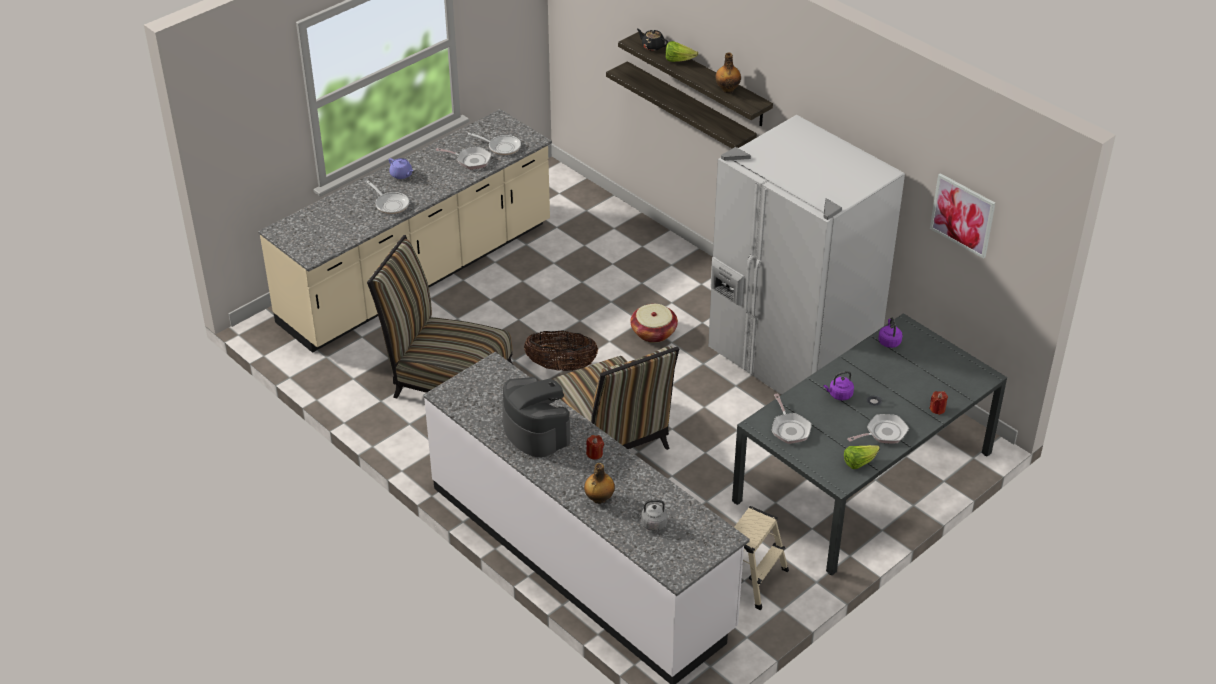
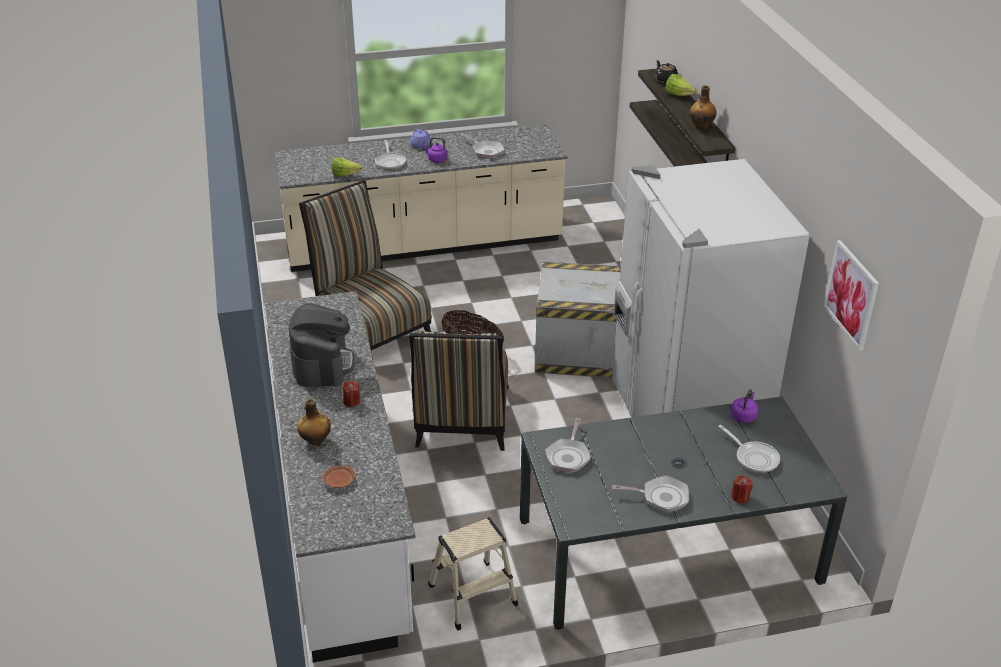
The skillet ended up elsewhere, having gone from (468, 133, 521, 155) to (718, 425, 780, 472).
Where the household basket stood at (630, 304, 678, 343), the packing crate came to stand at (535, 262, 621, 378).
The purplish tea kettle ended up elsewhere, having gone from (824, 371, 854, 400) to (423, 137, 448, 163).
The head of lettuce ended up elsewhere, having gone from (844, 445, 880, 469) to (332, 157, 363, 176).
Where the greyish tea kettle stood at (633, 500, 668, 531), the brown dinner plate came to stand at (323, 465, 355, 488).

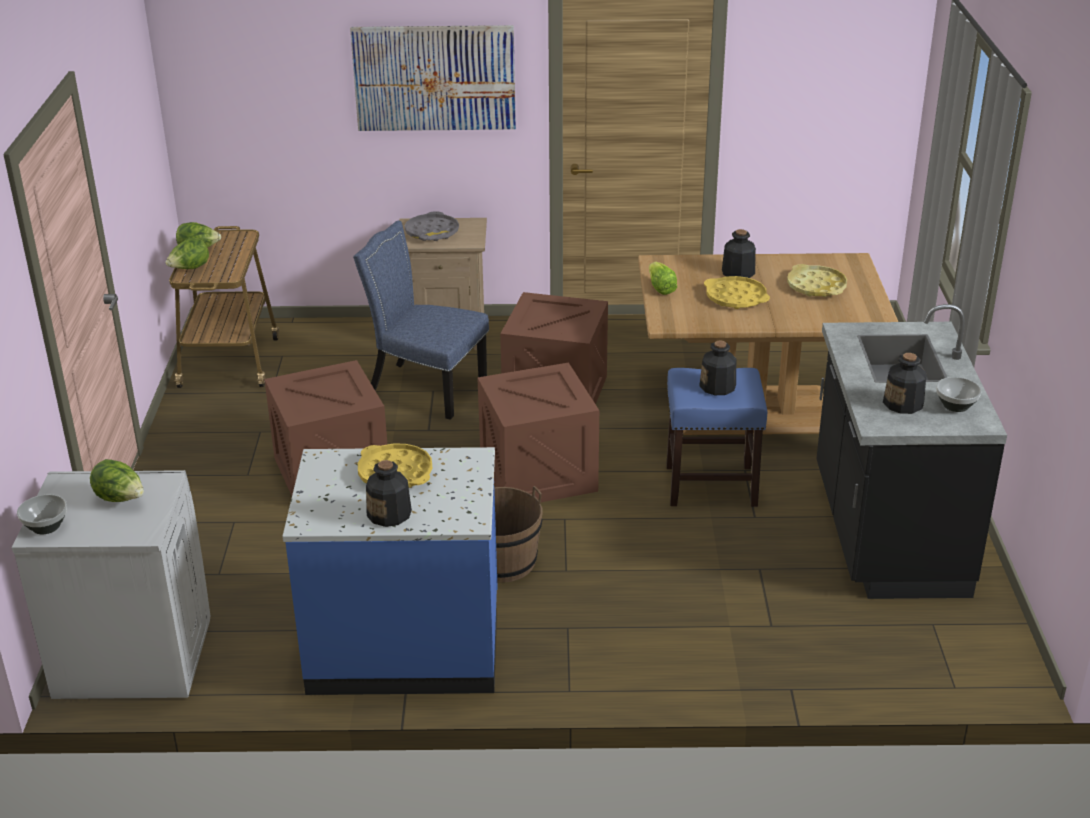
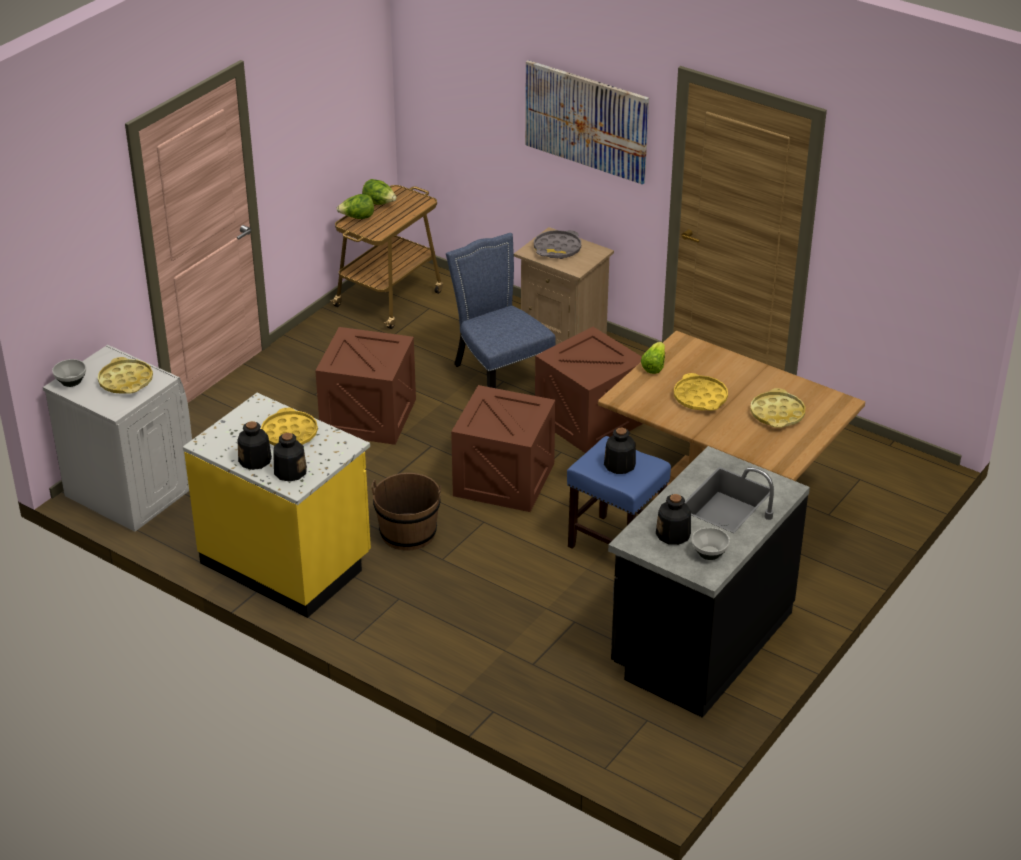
The beverage bottle ended up elsewhere, having gone from (722, 229, 756, 278) to (273, 433, 307, 482).
What was the blue kitchen counter at (282, 447, 498, 695) turned into the yellowish kitchen counter at (183, 393, 371, 618).
Where the head of lettuce stood at (90, 459, 144, 502), the yellowish serving tray came to stand at (98, 357, 153, 394).

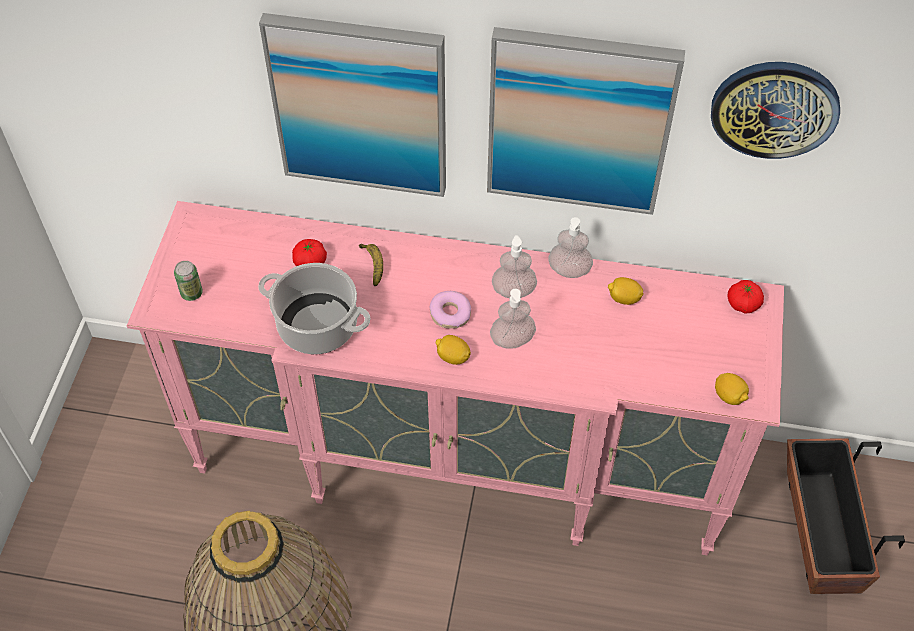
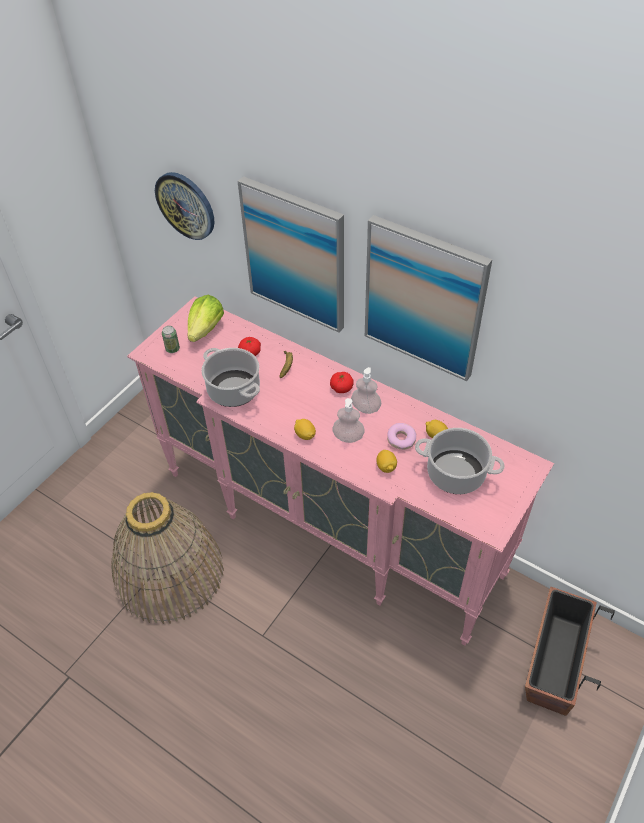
The wall clock ended up elsewhere, having gone from (711, 62, 840, 159) to (155, 172, 214, 240).
The second view lost the soap bottle at (548, 217, 593, 278).
The whole tomato ended up elsewhere, having gone from (727, 280, 764, 314) to (330, 372, 354, 393).
The doughnut ended up elsewhere, having gone from (430, 291, 471, 329) to (387, 423, 416, 450).
The whole lemon ended up elsewhere, having gone from (715, 373, 749, 405) to (376, 450, 397, 473).
The second view gained the head of lettuce at (188, 295, 224, 342).
The second view gained the cooking pot at (415, 428, 505, 494).

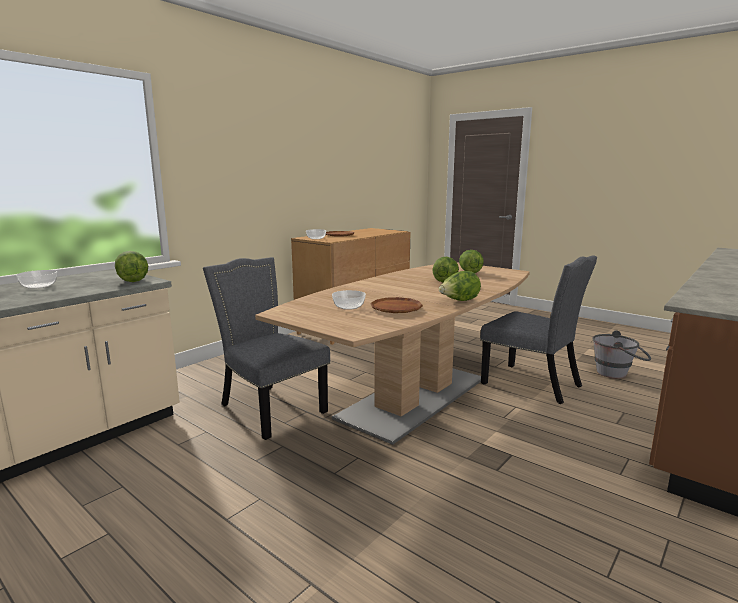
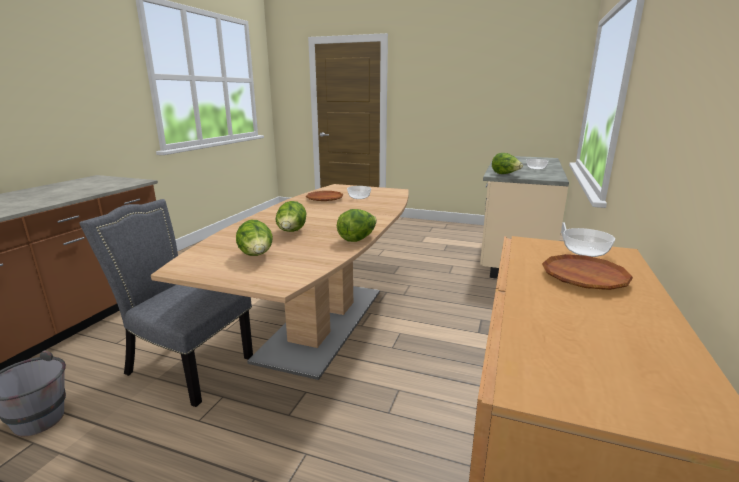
The second view lost the greyish upright chair at (203, 257, 331, 440).
The head of lettuce ended up elsewhere, having gone from (439, 271, 481, 301) to (337, 209, 377, 242).

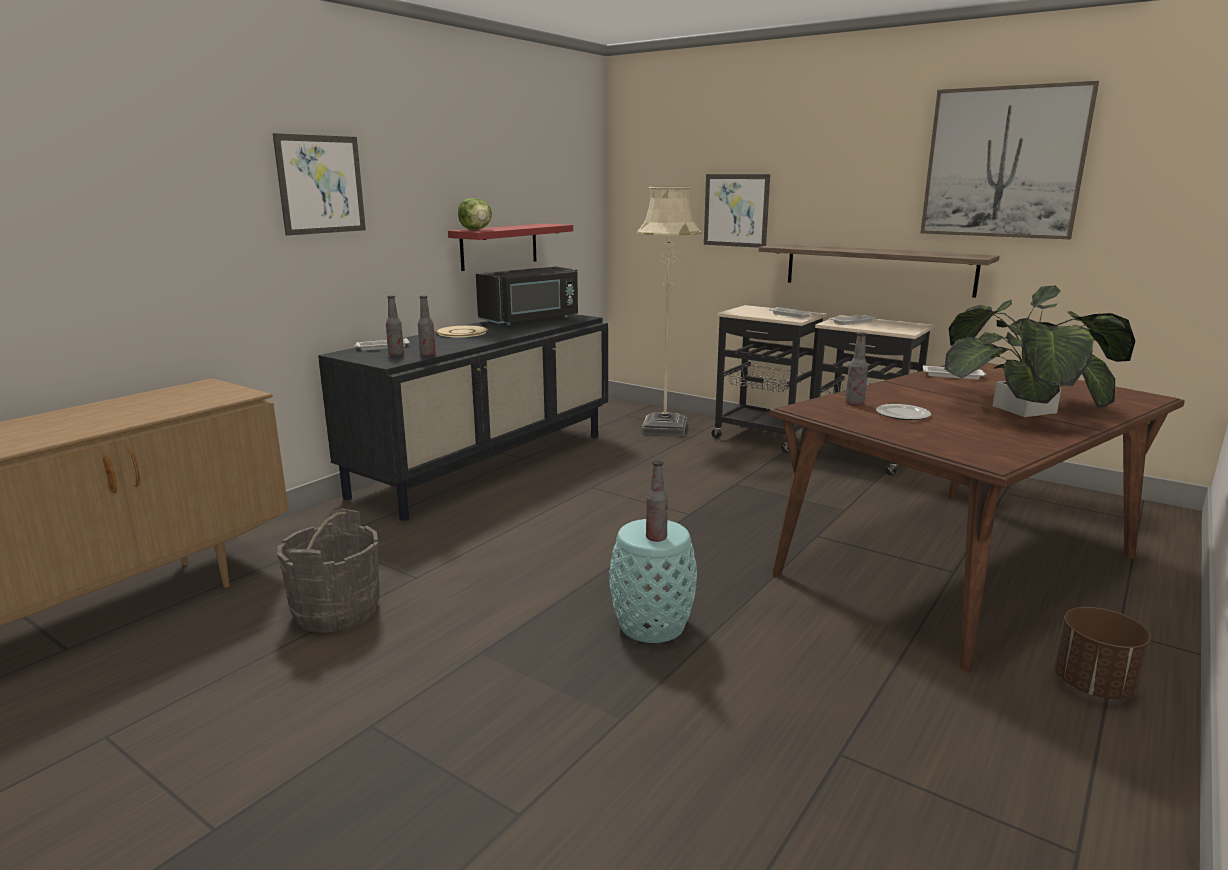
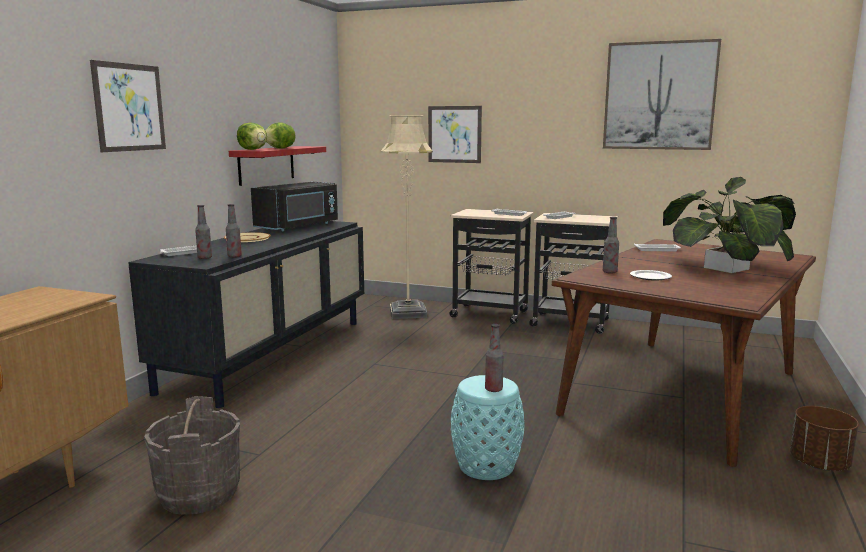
The second view lost the wall shelf at (759, 244, 1000, 298).
The second view gained the head of lettuce at (265, 122, 295, 149).

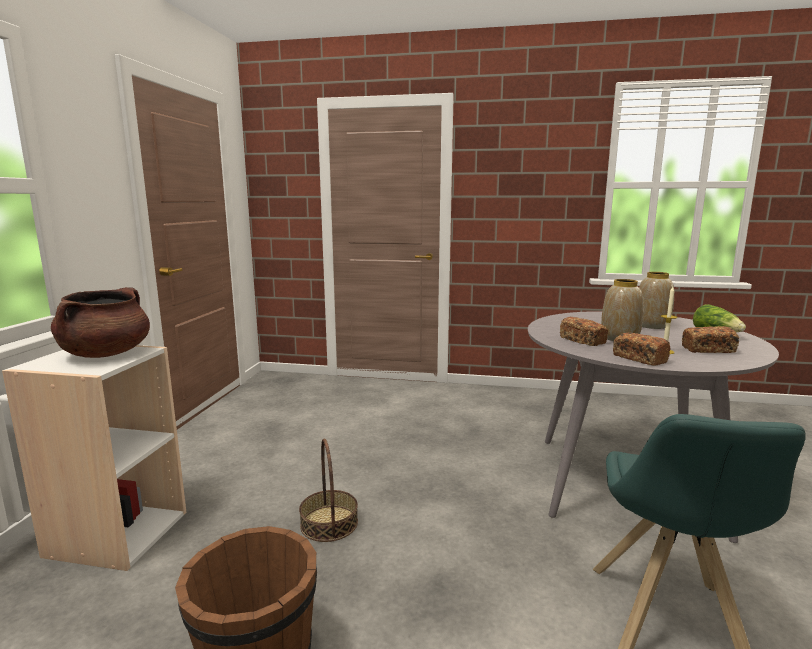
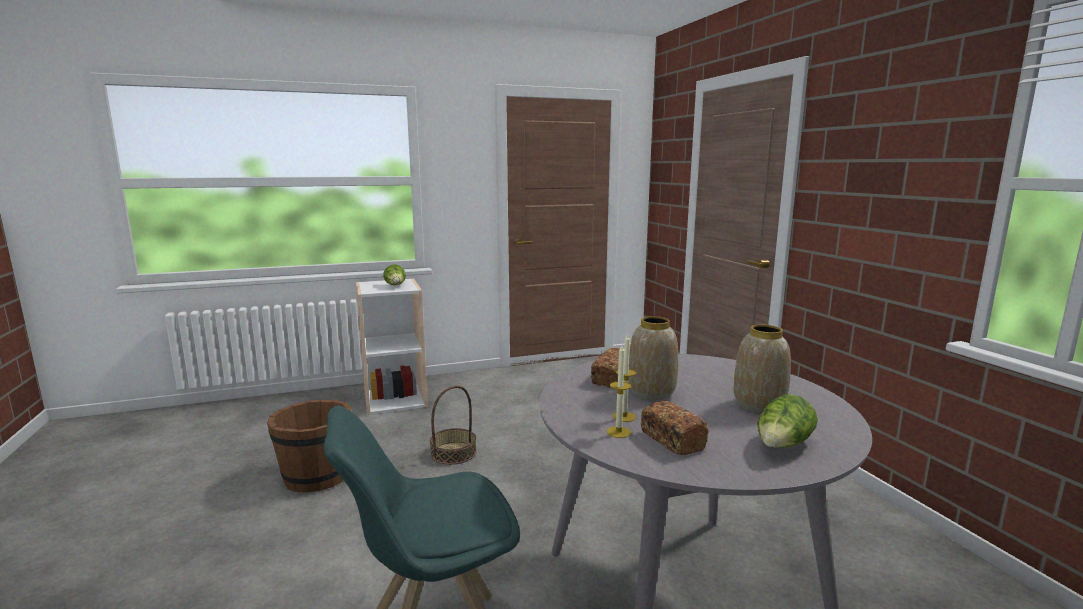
Where the brown cooking pot stood at (51, 287, 150, 358), the head of lettuce came to stand at (383, 264, 406, 285).
The second view lost the baked bread at (613, 333, 670, 365).
The second view gained the wax light at (607, 345, 631, 438).

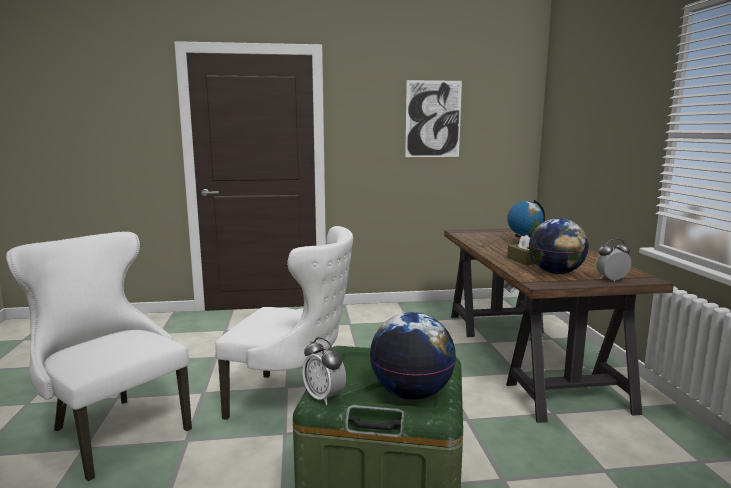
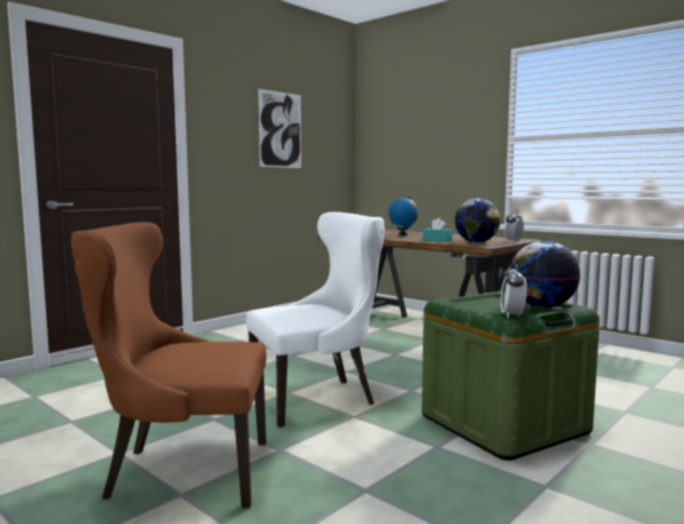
What was the whitish upright chair at (6, 231, 192, 481) turned into the brown upright chair at (71, 222, 266, 508).
What was the brown box of tissues at (507, 235, 535, 265) turned into the turquoise-coloured box of tissues at (423, 218, 452, 242).
The alarm clock at (302, 337, 346, 405) ended up facing another way, 90 degrees clockwise from before.

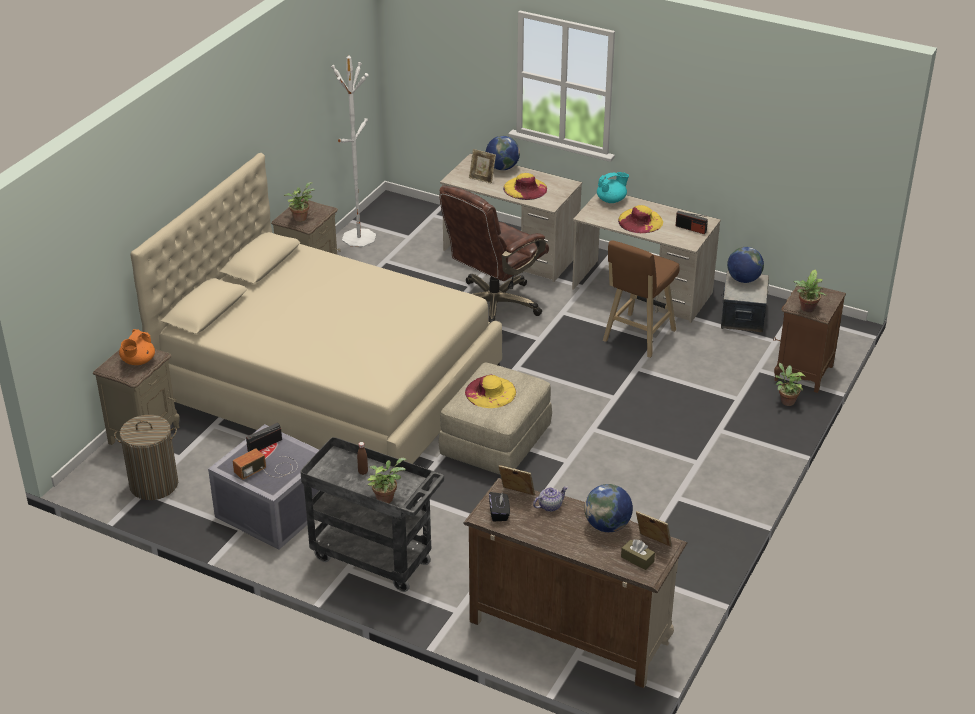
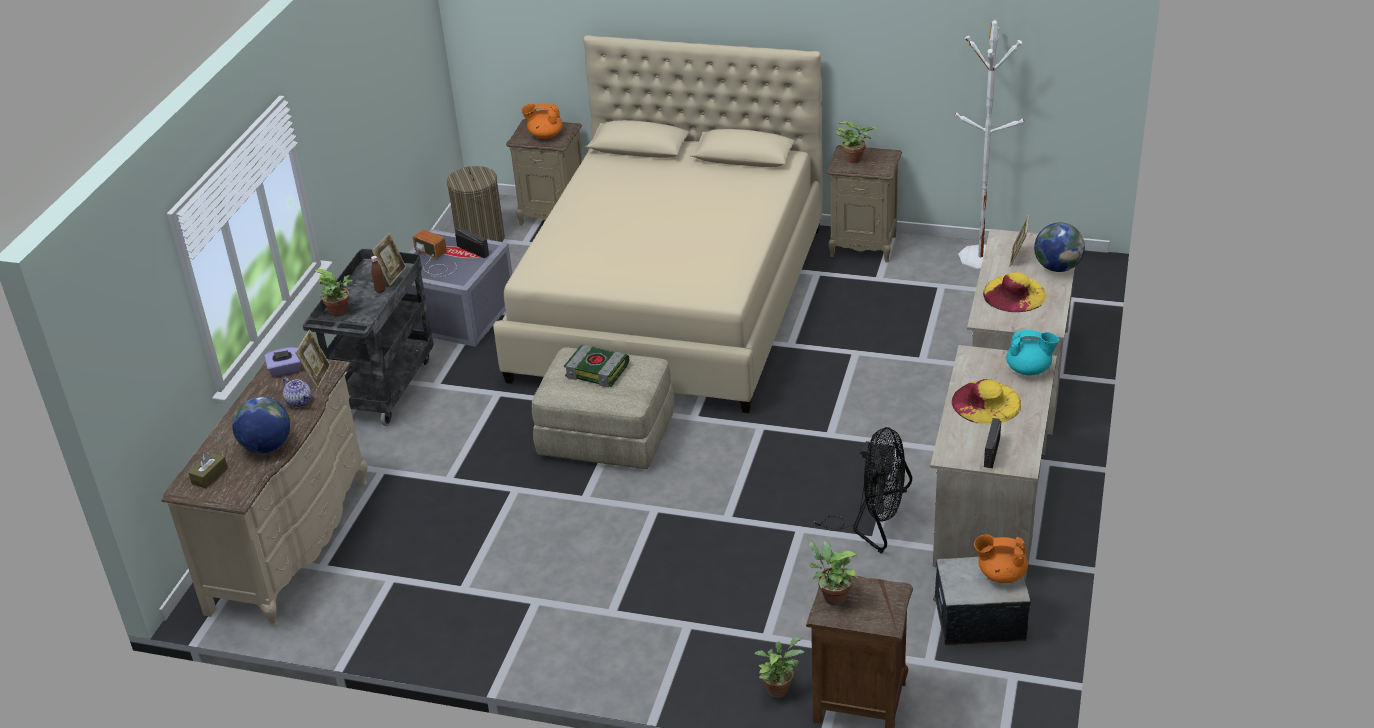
The turquoise-coloured tea pot at (597, 172, 629, 203) ended up facing another way, 45 degrees counterclockwise from before.
The second view lost the brown computer chair at (439, 186, 549, 322).
Where the brown stool seat stood at (603, 241, 680, 358), the black-coloured cooling fan came to stand at (814, 427, 912, 554).
Where the world globe stood at (727, 247, 764, 283), the orangey tea pot came to stand at (974, 535, 1028, 583).
Where the yellowish clothing hat stood at (465, 375, 516, 408), the bound book came to stand at (564, 345, 629, 388).
What was the black-coloured box of tissues at (489, 492, 510, 522) turned into the purplish box of tissues at (264, 347, 301, 377).
The picture frame ended up elsewhere, having gone from (636, 511, 672, 547) to (372, 233, 407, 286).

